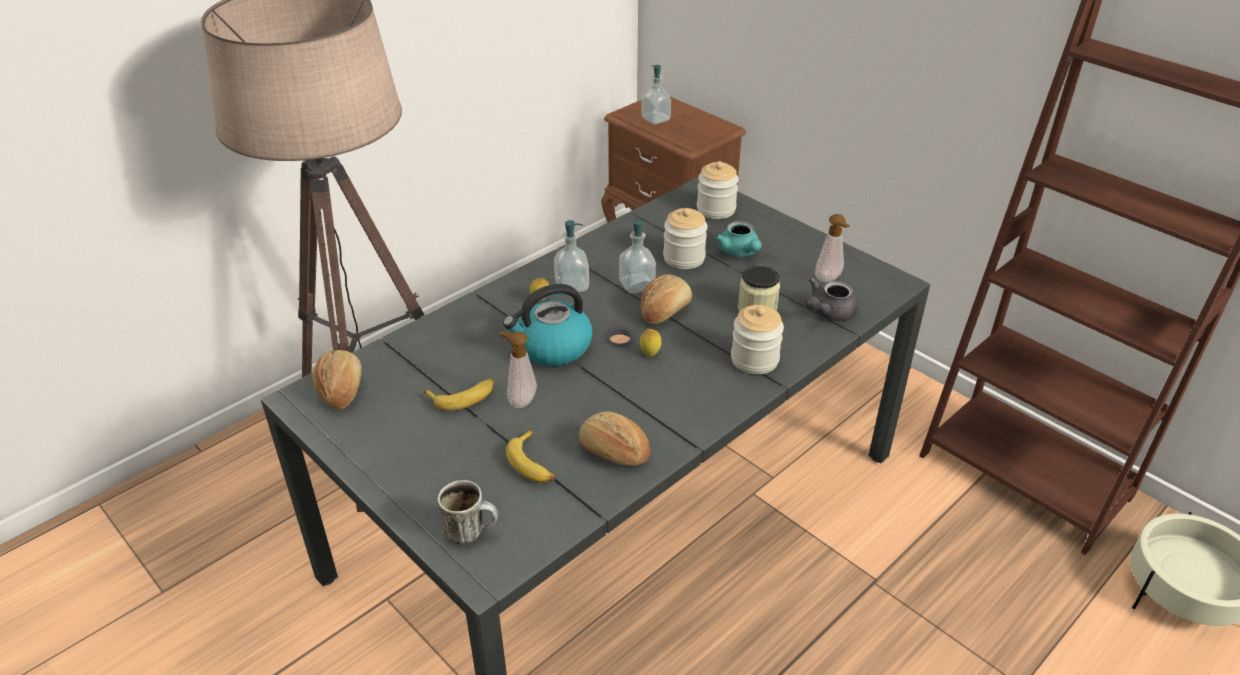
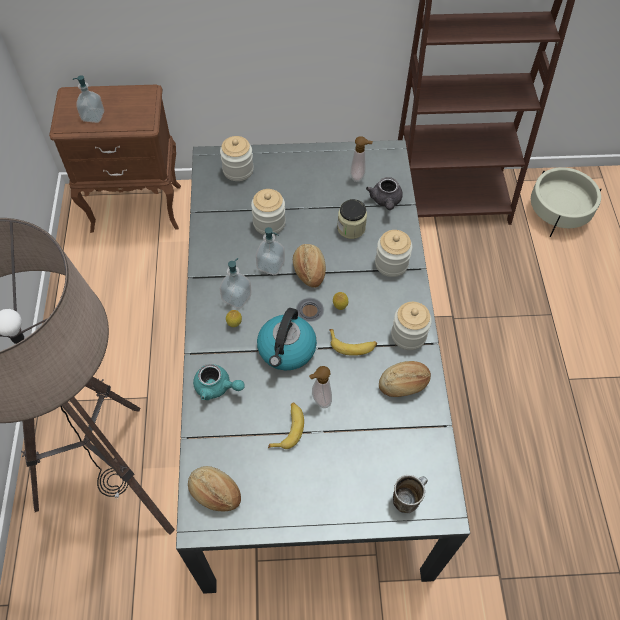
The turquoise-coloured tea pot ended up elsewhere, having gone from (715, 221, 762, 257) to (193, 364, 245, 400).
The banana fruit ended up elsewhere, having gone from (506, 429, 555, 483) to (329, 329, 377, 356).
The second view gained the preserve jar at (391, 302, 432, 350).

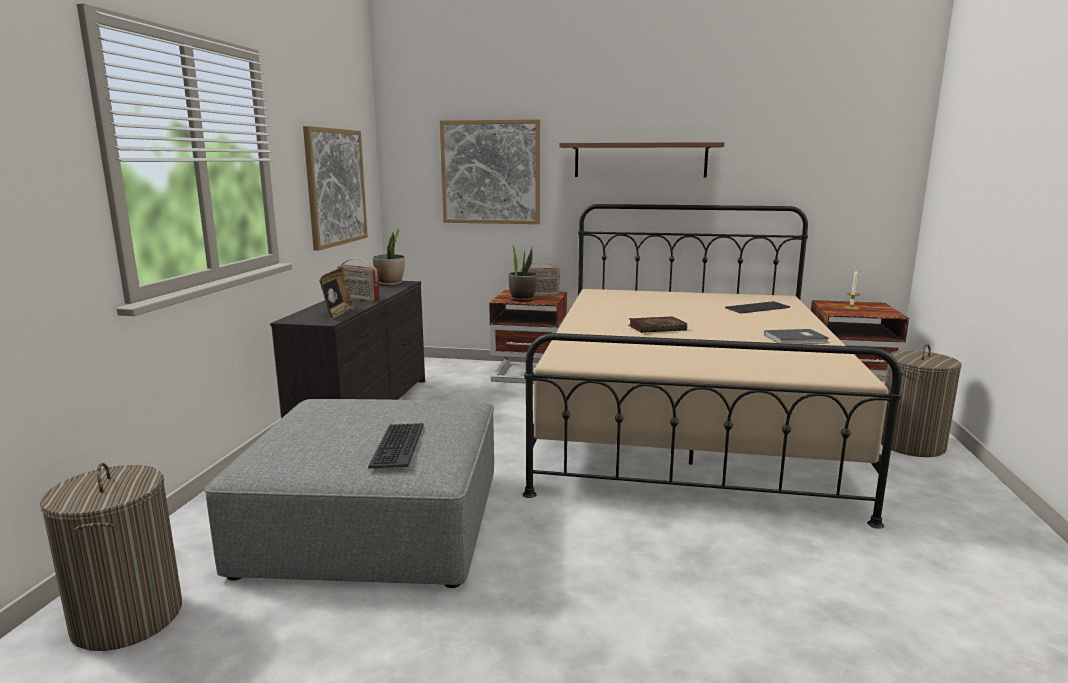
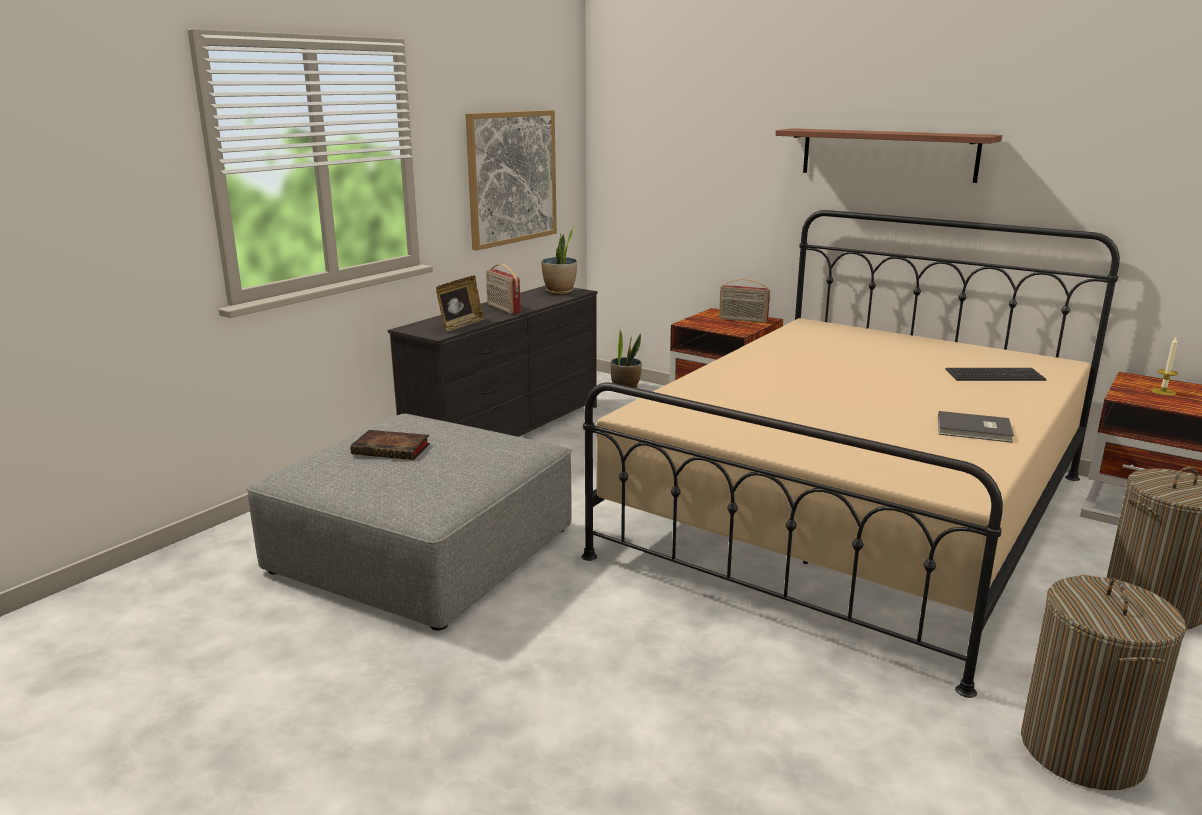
The second view lost the wall art at (440, 119, 540, 224).
The houseplant ended up elsewhere, having gone from (508, 246, 537, 302) to (611, 328, 642, 388).
The bound book ended up elsewhere, having gone from (628, 316, 687, 333) to (351, 430, 430, 460).
The second view lost the PC keyboard at (368, 423, 424, 468).
The hamper ended up elsewhere, having gone from (40, 463, 182, 651) to (1021, 575, 1186, 790).

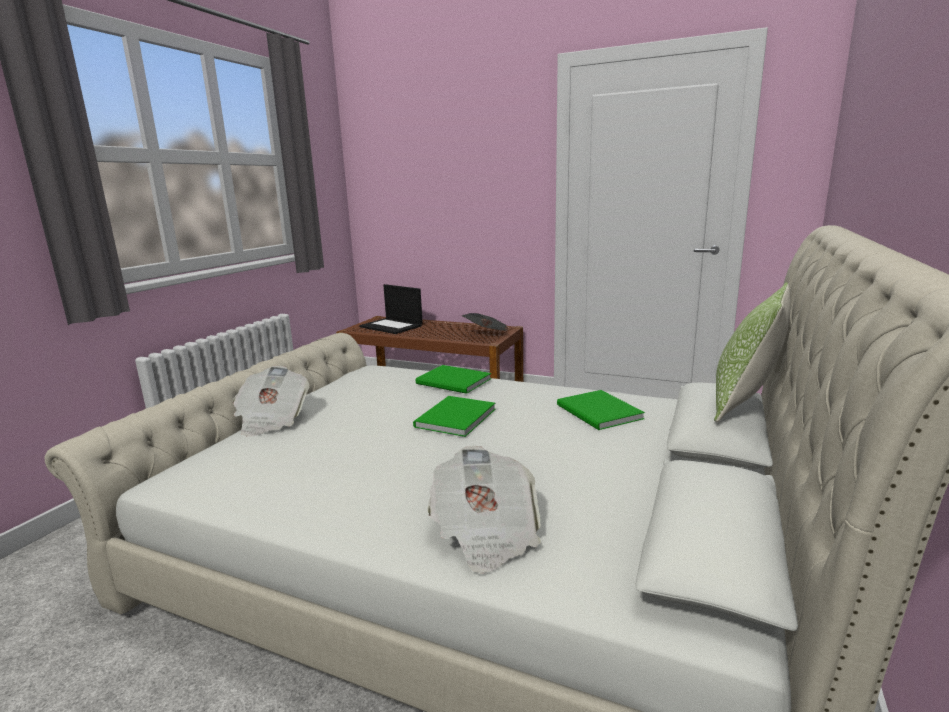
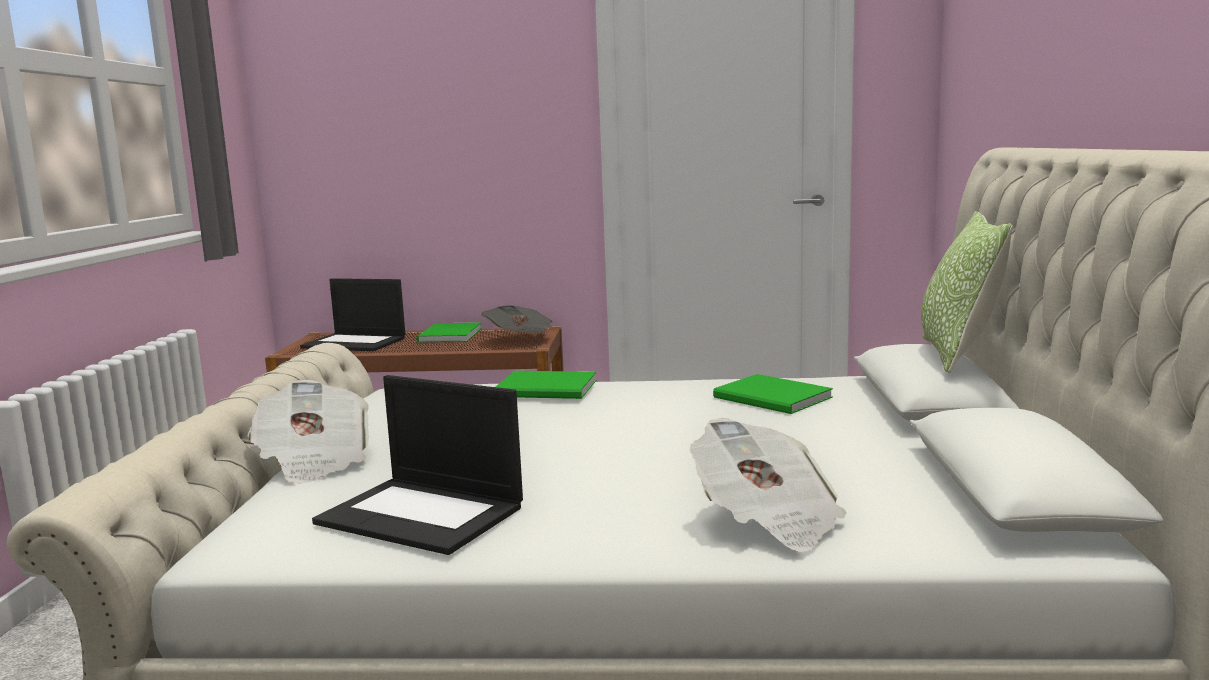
The green-coloured bound book ended up elsewhere, having gone from (413, 396, 496, 437) to (416, 322, 482, 342).
The second view gained the laptop at (312, 375, 523, 555).

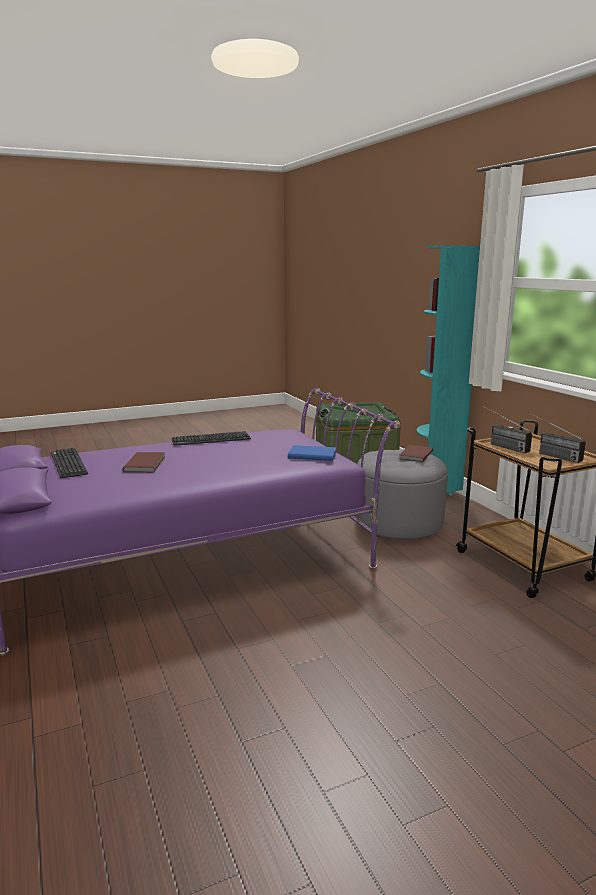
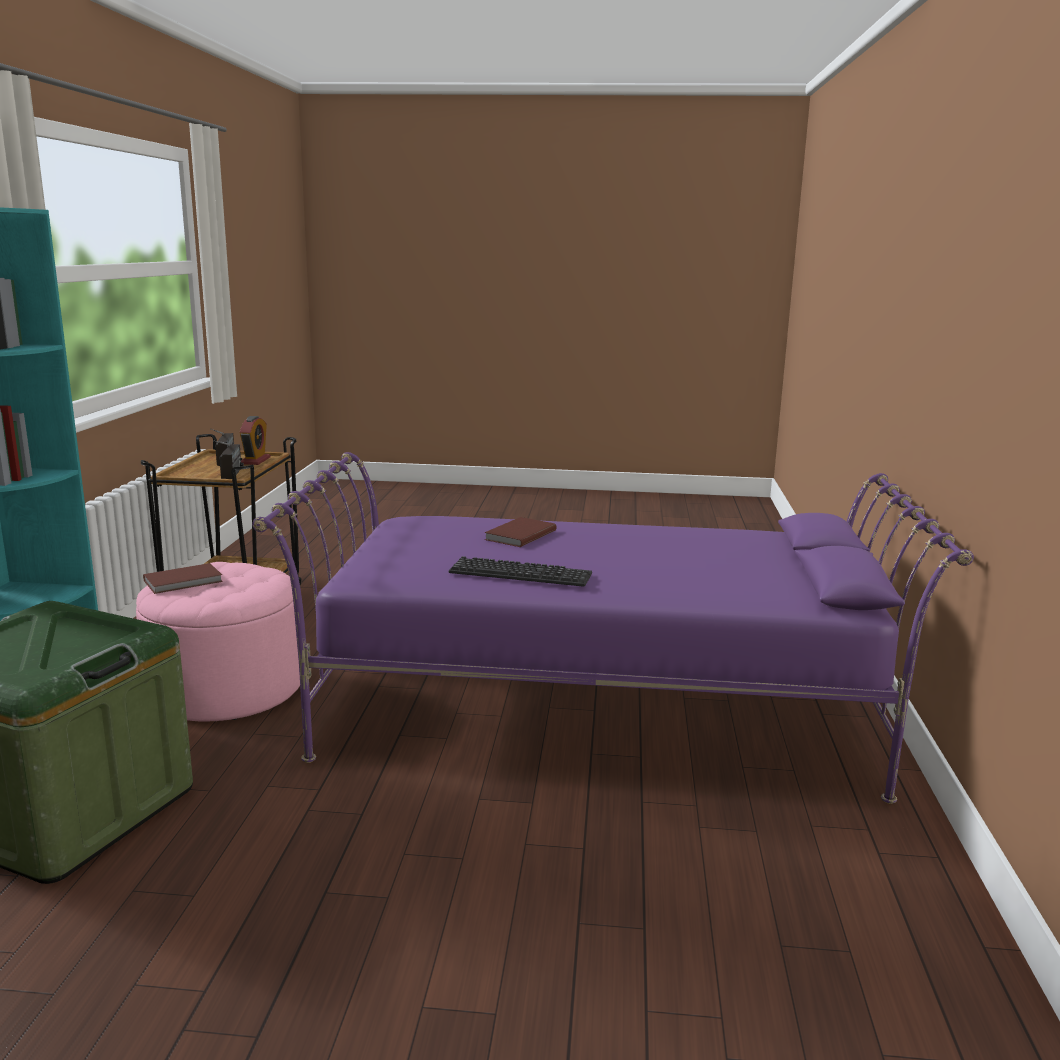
The second view lost the blue bound book at (288, 445, 337, 461).
The second view lost the PC keyboard at (51, 448, 88, 478).
What was the greyish footrest at (355, 449, 448, 540) turned into the pink footrest at (136, 562, 300, 721).
The brown bound book ended up elsewhere, having gone from (122, 452, 166, 472) to (485, 517, 556, 547).
The second view gained the alarm clock at (240, 416, 271, 465).

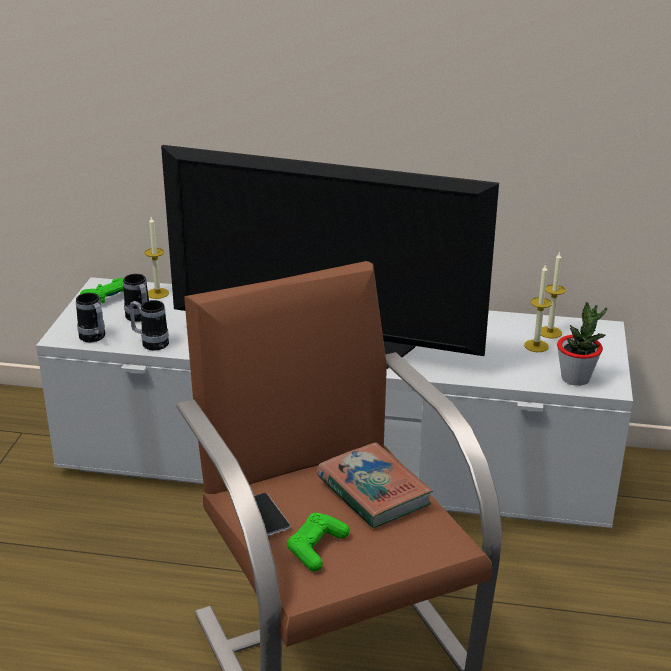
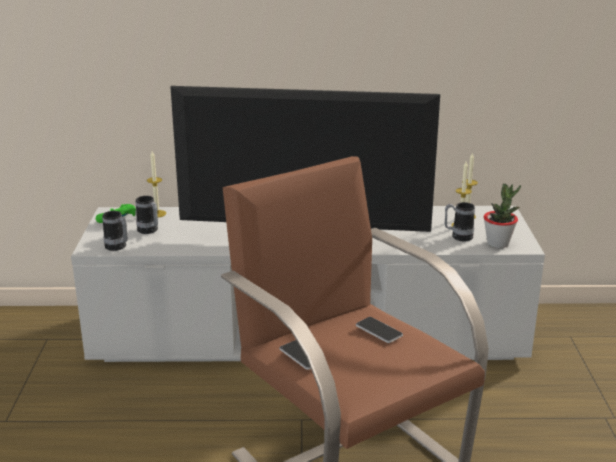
The tea mug ended up elsewhere, having gone from (129, 300, 169, 351) to (445, 202, 475, 241).
Where the bound book stood at (317, 442, 433, 528), the handset came to stand at (356, 317, 403, 343).
The second view lost the green-coloured game controller at (287, 513, 349, 571).

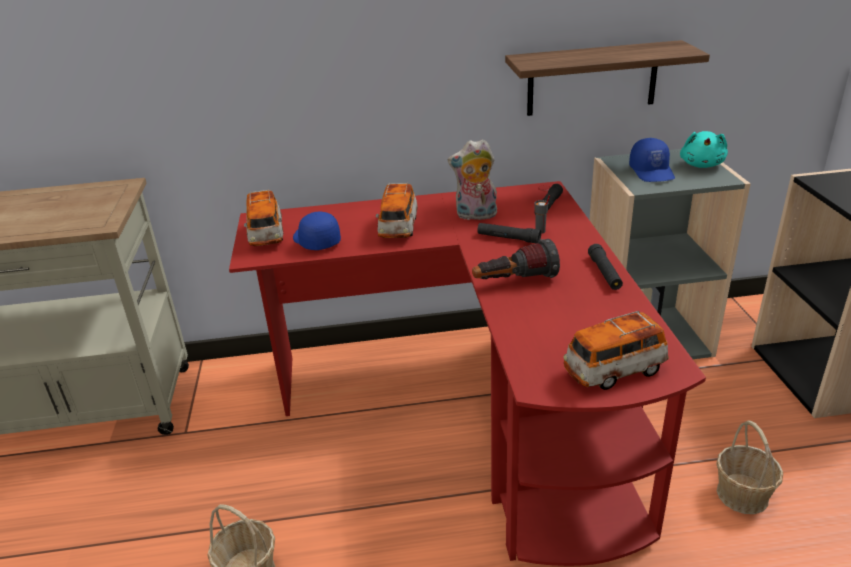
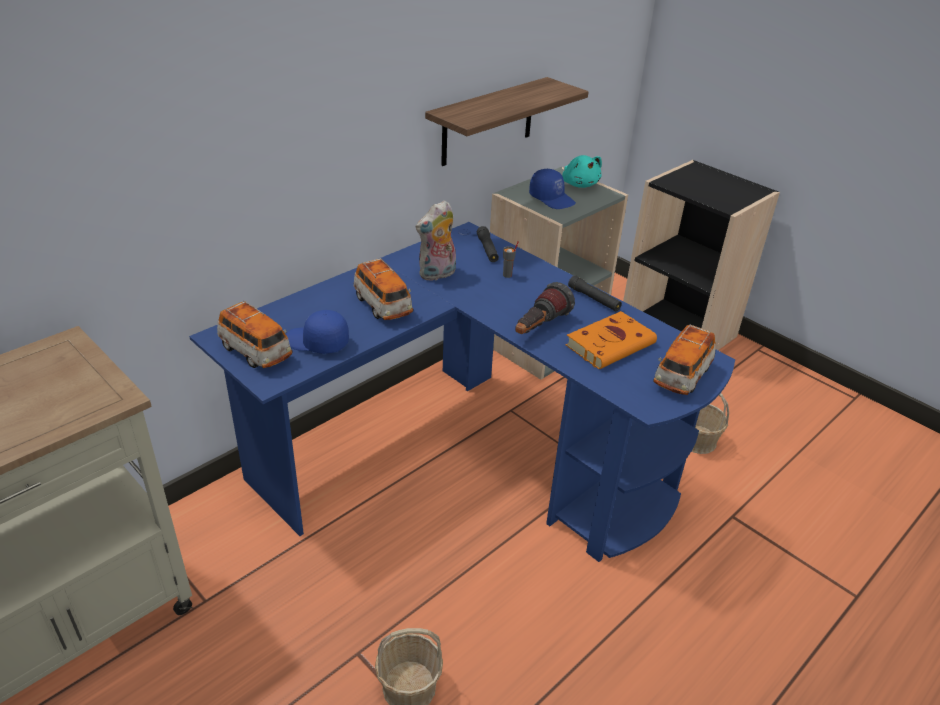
What was the reddish desk at (229, 181, 706, 566) turned into the blue desk at (189, 222, 735, 562).
The second view lost the black-coloured torch at (477, 223, 541, 243).
The second view gained the orangey bound book at (566, 311, 657, 370).

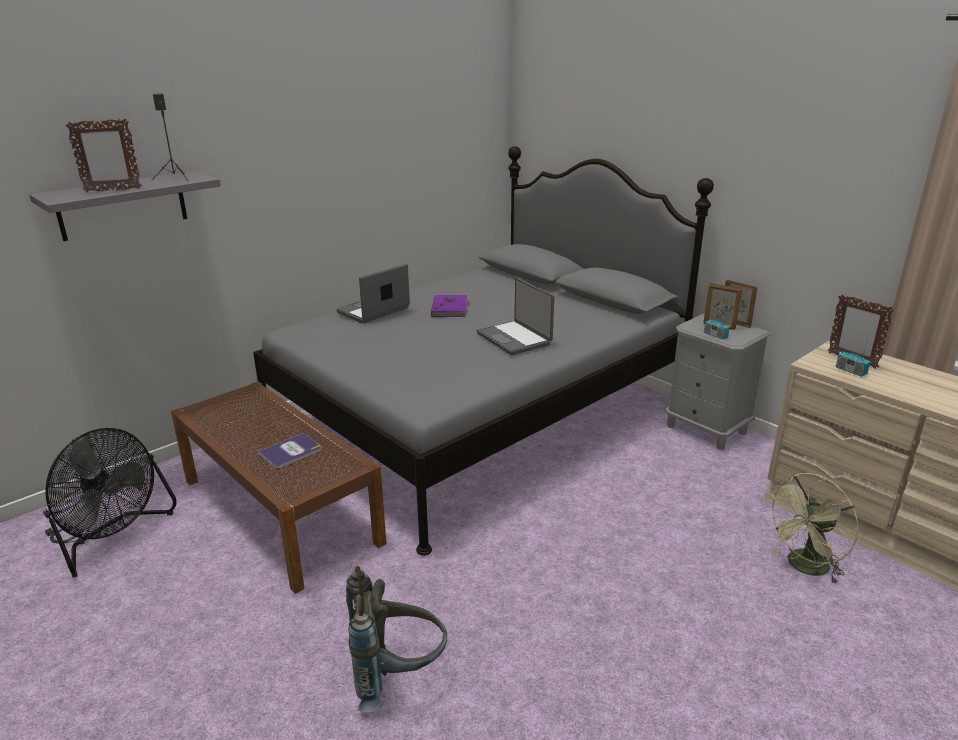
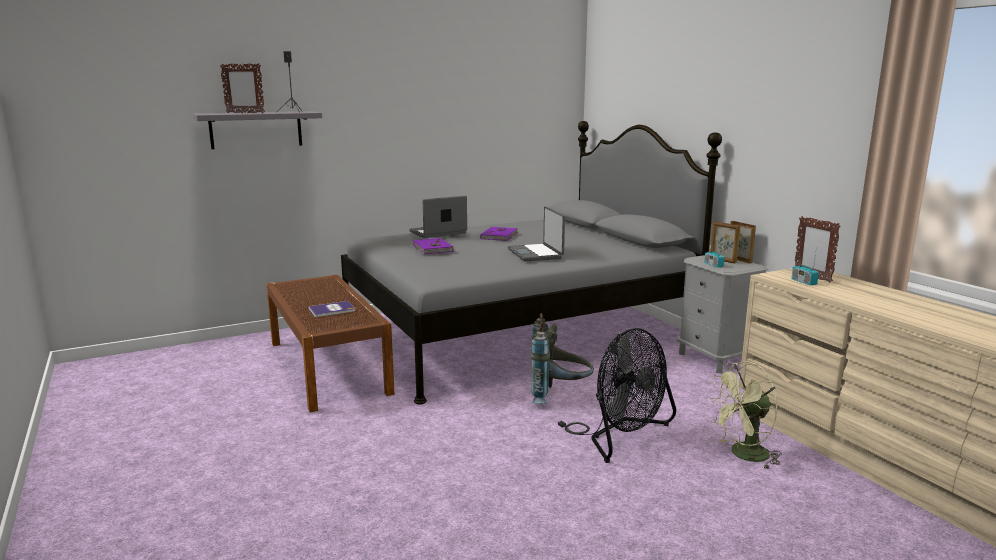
The black-coloured cooling fan ended up elsewhere, having gone from (43, 428, 177, 578) to (558, 328, 676, 463).
The greyish rucksack ended up elsewhere, having gone from (346, 566, 447, 713) to (531, 313, 594, 404).
The second view gained the purplish bound book at (412, 238, 454, 254).

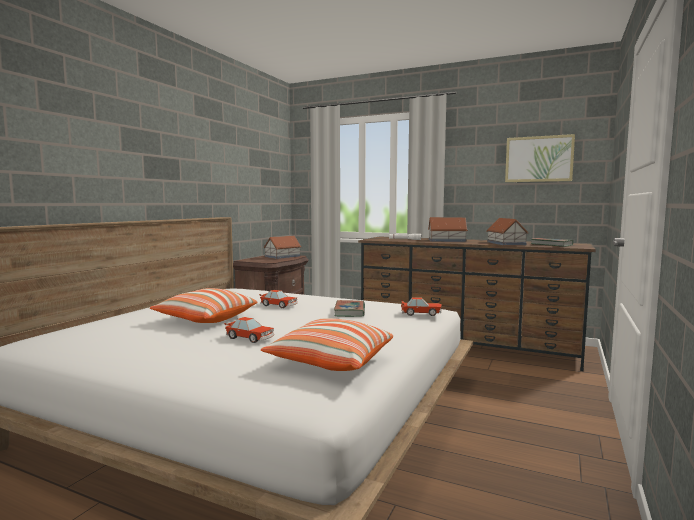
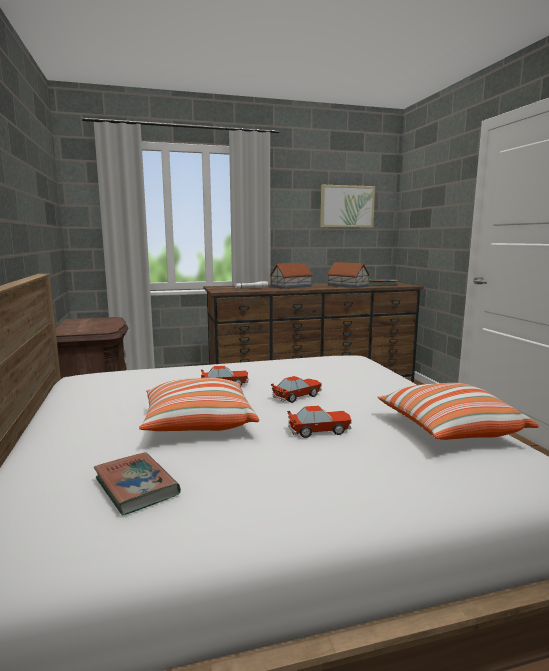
The second view lost the toy house at (264, 236, 302, 259).
The toy car ended up elsewhere, having gone from (401, 297, 442, 316) to (271, 376, 322, 403).
The bound book ended up elsewhere, having gone from (334, 300, 365, 317) to (94, 452, 181, 515).

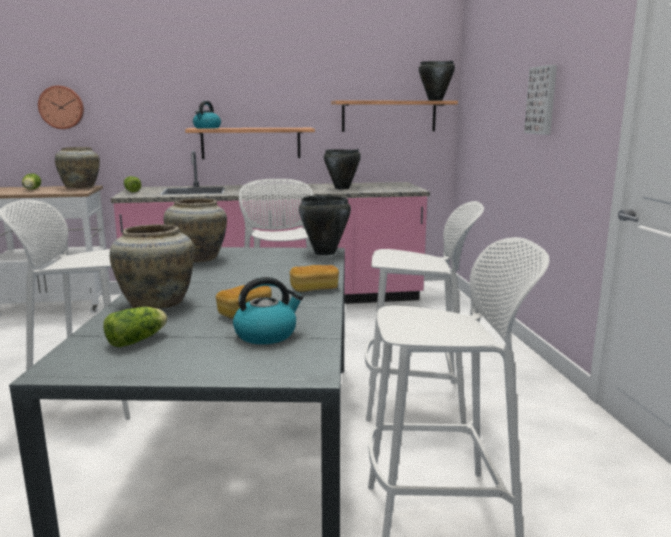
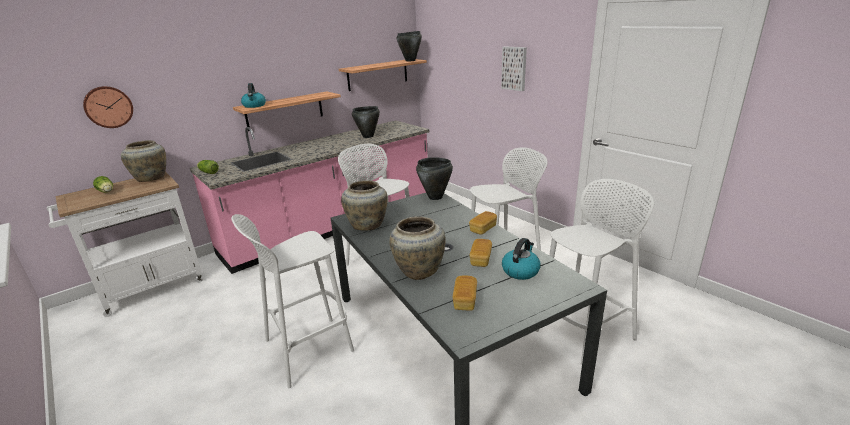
Where the head of lettuce stood at (103, 307, 167, 347), the baked bread came to stand at (453, 275, 477, 311).

